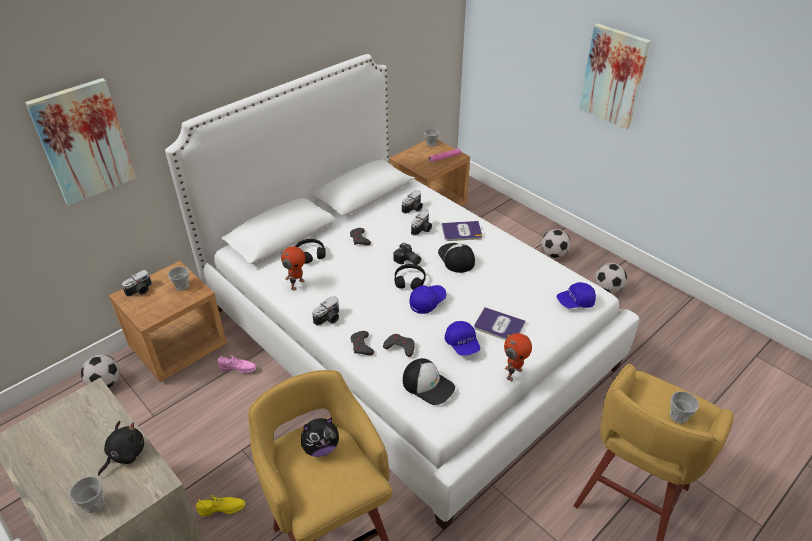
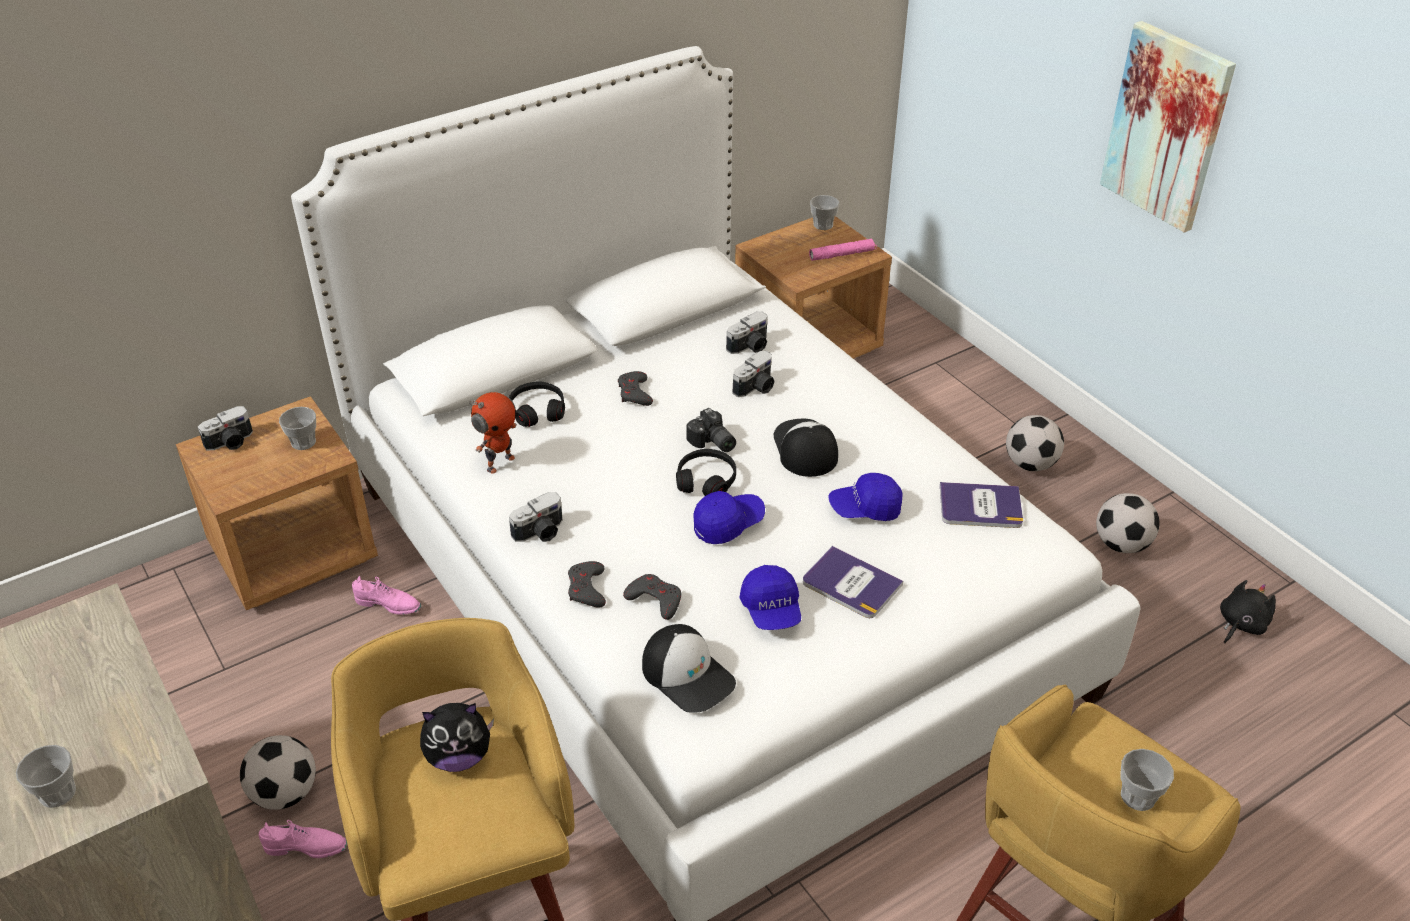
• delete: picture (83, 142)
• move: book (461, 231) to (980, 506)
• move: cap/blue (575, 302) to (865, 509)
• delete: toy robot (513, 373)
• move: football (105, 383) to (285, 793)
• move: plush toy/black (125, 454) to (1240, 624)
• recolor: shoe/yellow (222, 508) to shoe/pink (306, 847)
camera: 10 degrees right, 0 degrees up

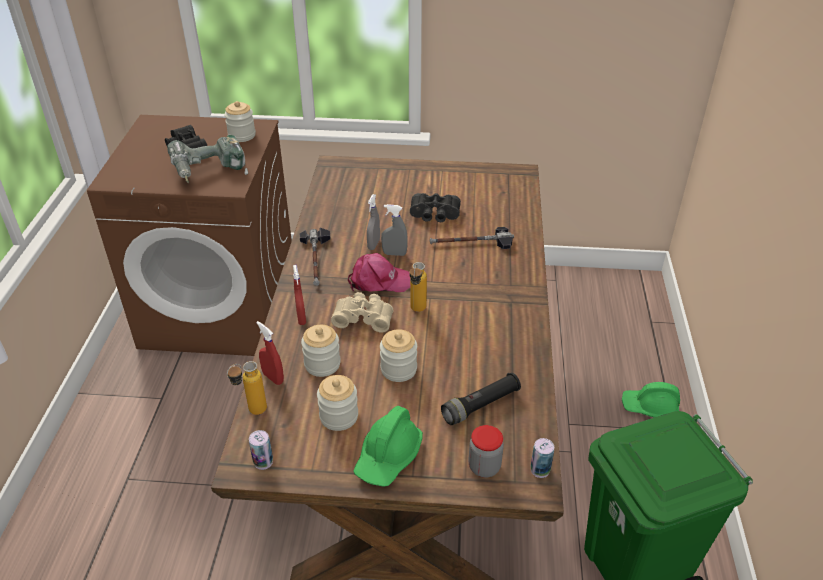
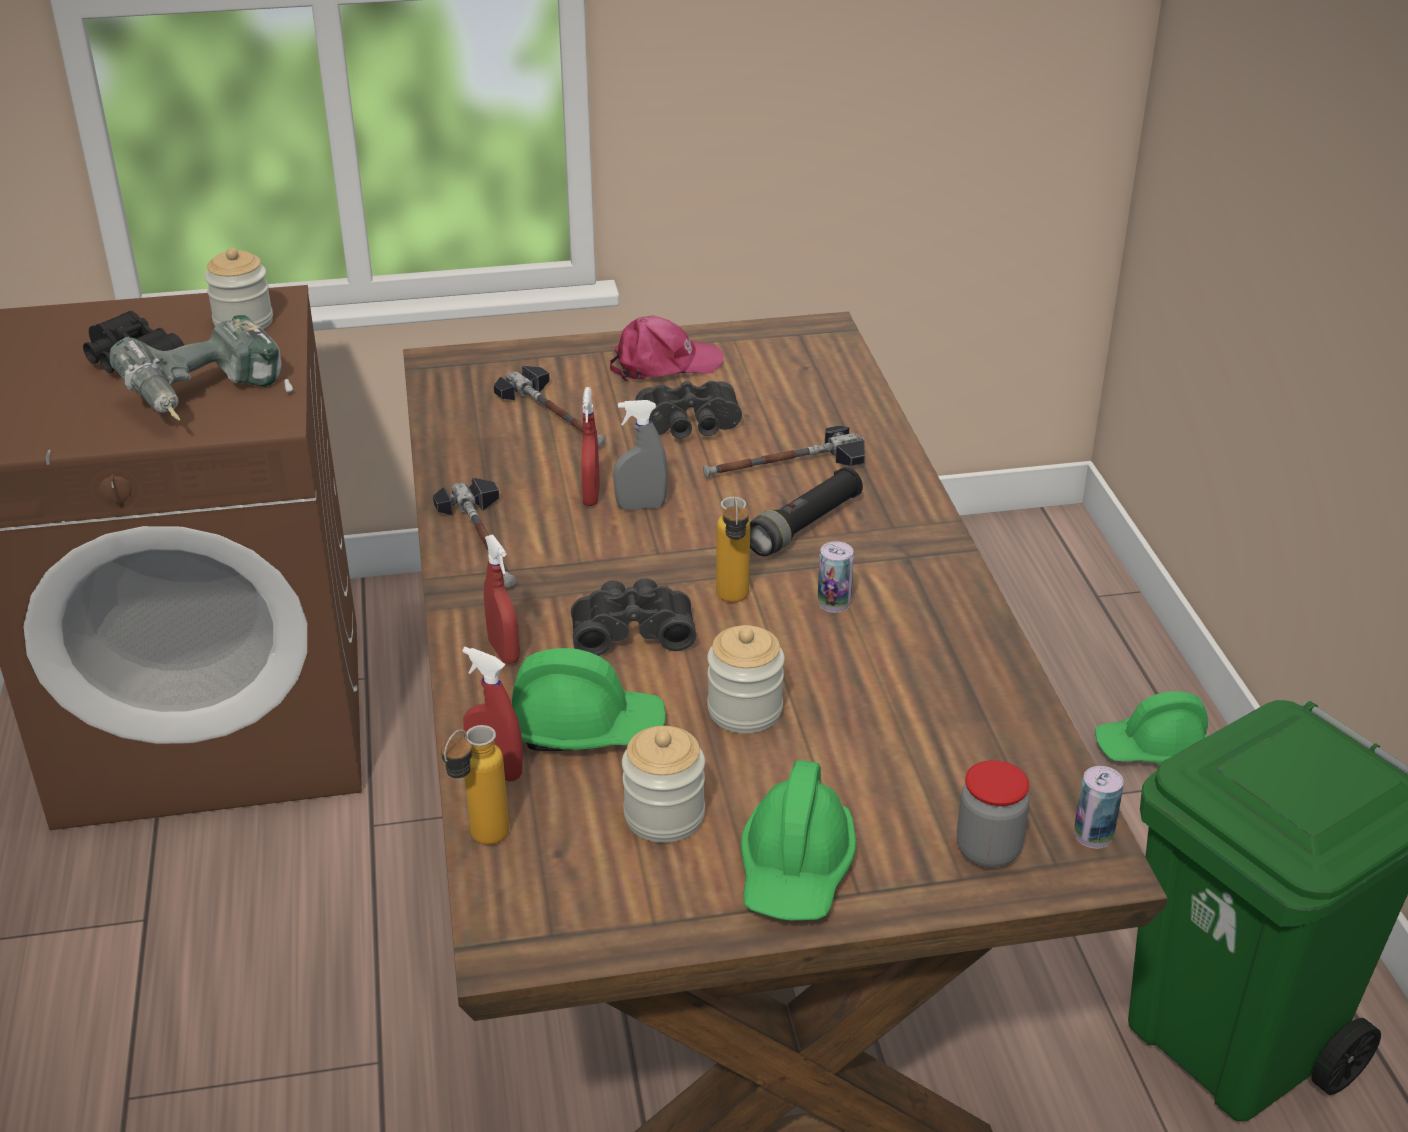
• recolor: spray bottle/grey (373, 244) to spray bottle/red (591, 496)
• move: cap/pink (379, 281) to (664, 364)
• recolor: binoculars/beige (364, 317) to binoculars/black (632, 630)
• replace: jar (322, 364) to hard hat/green (587, 728)
• move: flashlight/black (481, 405) to (804, 526)
• move: can (263, 462) to (834, 603)
• insert: hammer (556, 415)
camera: 15 degrees left, 5 degrees down

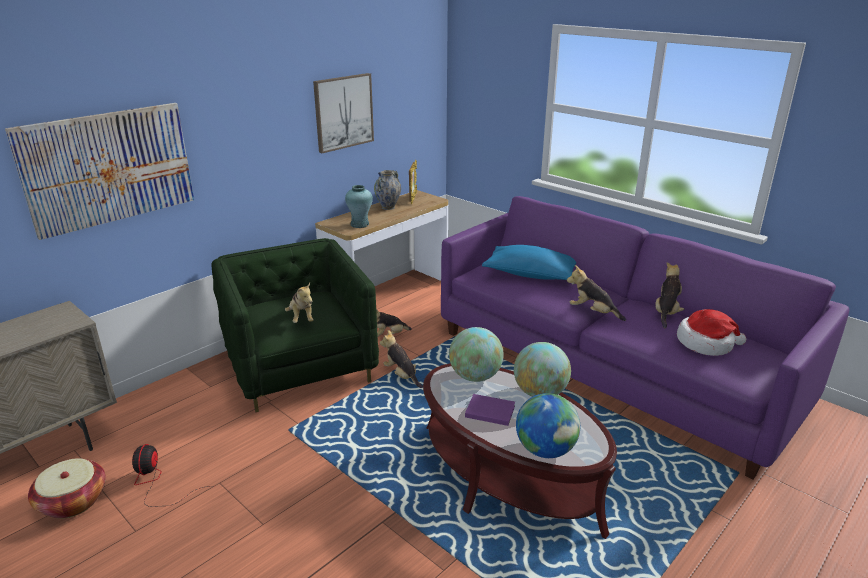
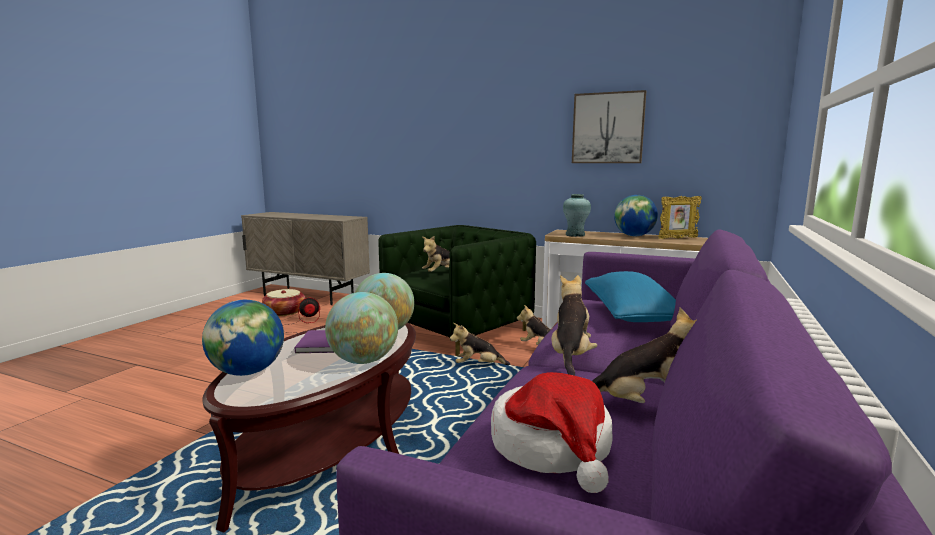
• delete: picture (109, 167)
• replace: vase (388, 207) to globe (634, 236)
• rotate: plush toy (401, 375) = (478, 366) 120 degrees counterclockwise
camera: 70 degrees right, 15 degrees down

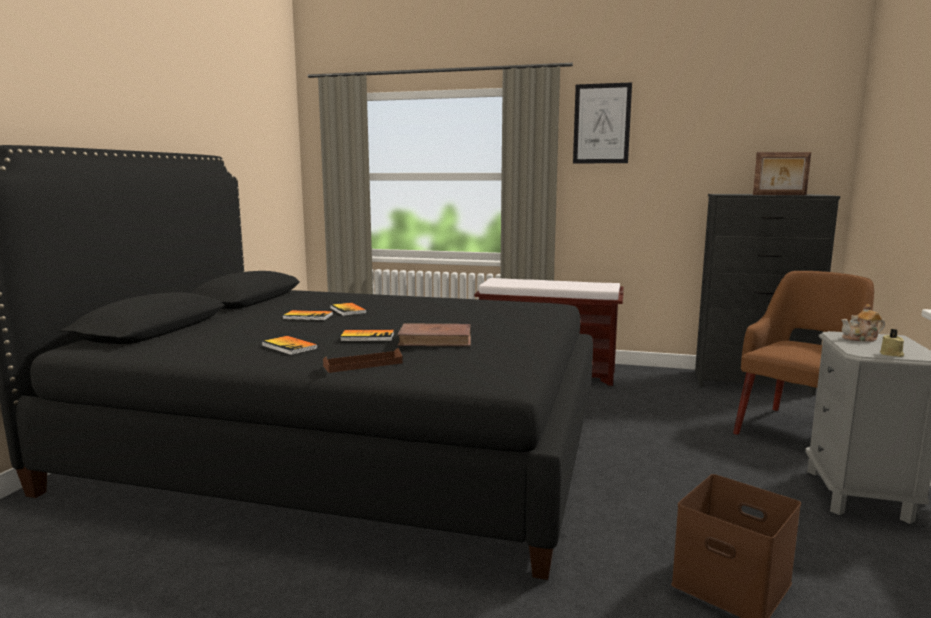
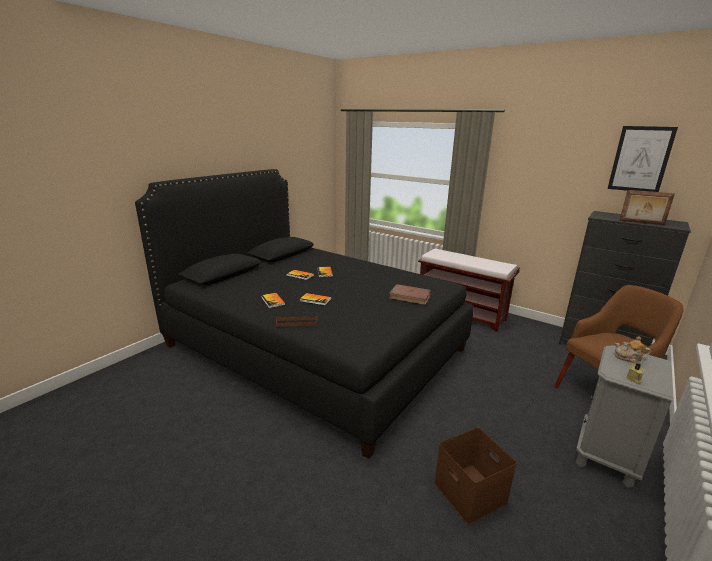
• move: picture (601, 124) to (640, 159)
• move: book/brown (436, 340) to (410, 296)
camera: 20 degrees right, 10 degrees up

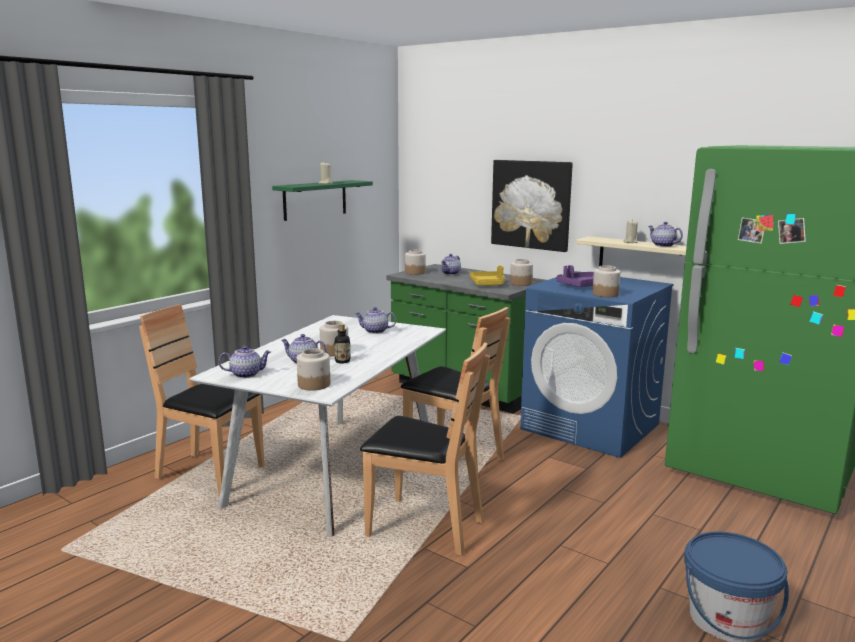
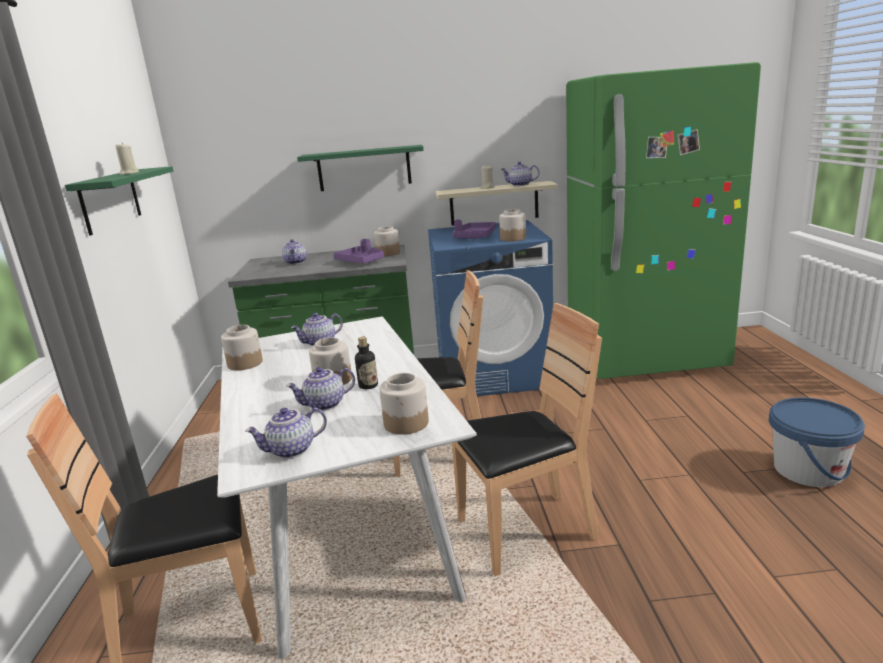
• replace: picture (531, 204) to shelf/green (364, 168)
• move: jar (415, 272) to (245, 363)
• recolor: tray/yellow (488, 284) to tray/purple (361, 261)
• rotate: teapot (246, 374) = (291, 451) 150 degrees counterclockwise
camera: 40 degrees left, 5 degrees up

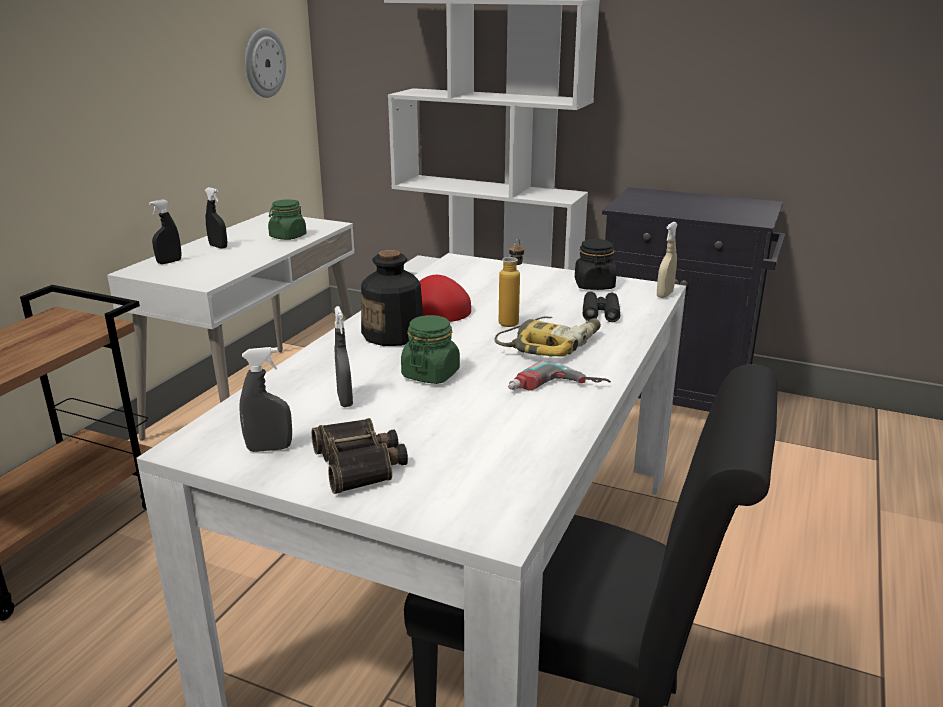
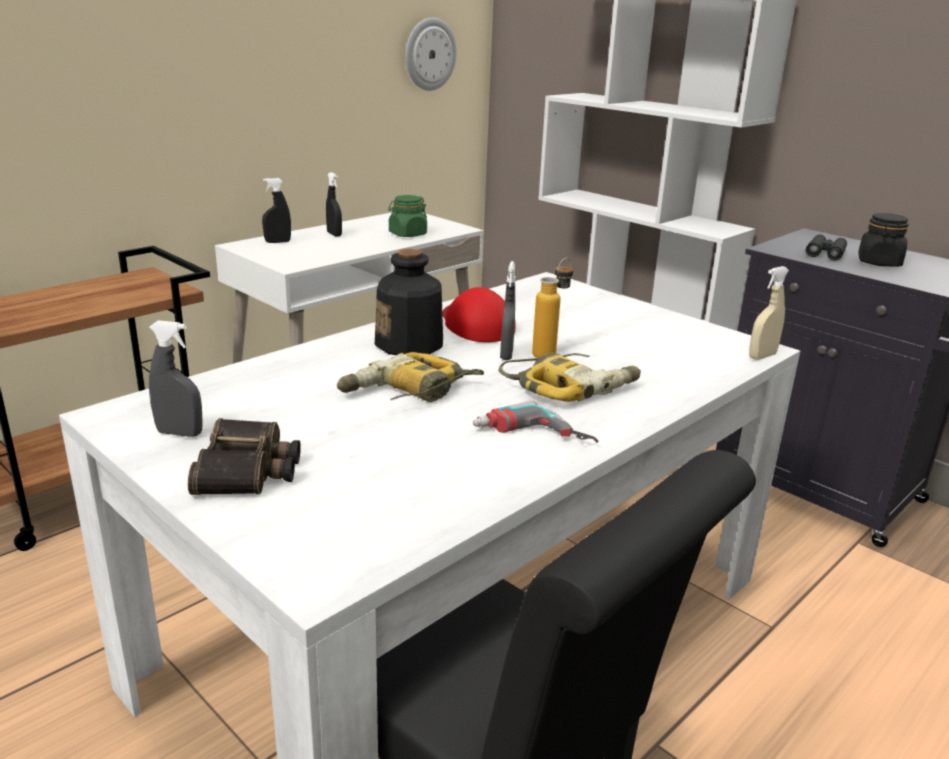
• move: jar/black (594, 285) to (879, 262)
• move: binoculars/black (600, 312) to (825, 253)
• move: spray bottle/grey (345, 400) to (506, 354)
• replace: jar/green (431, 374) to power drill (409, 392)
camera: 20 degrees right, 0 degrees up

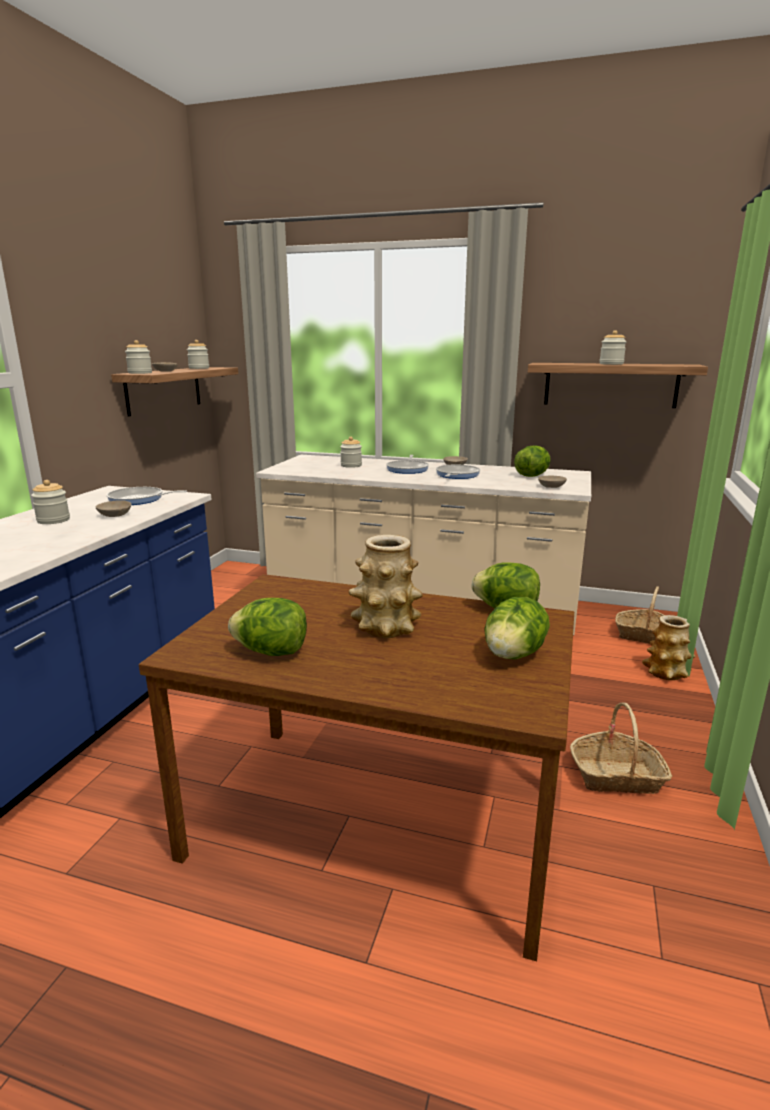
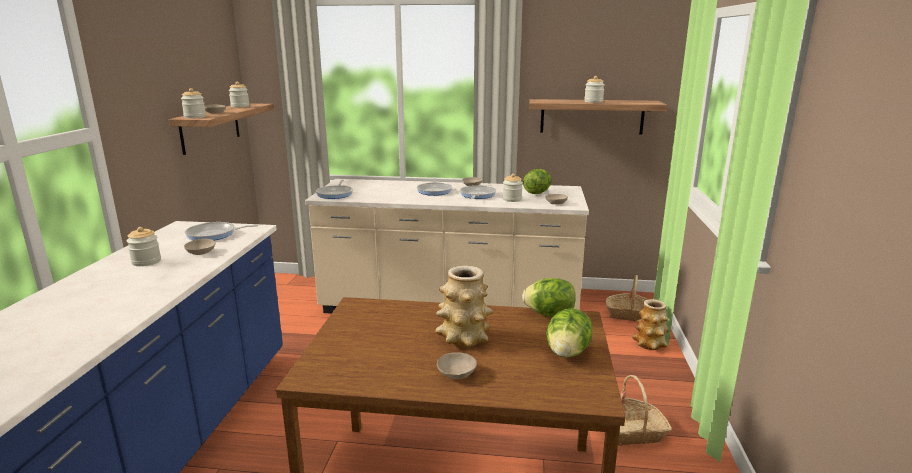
• move: jar (351, 465) to (512, 199)
• delete: lettuce (271, 652)
• insert: frying pan (335, 194)
• insert: bowl/beige (457, 373)
camera: 10 degrees left, 0 degrees up

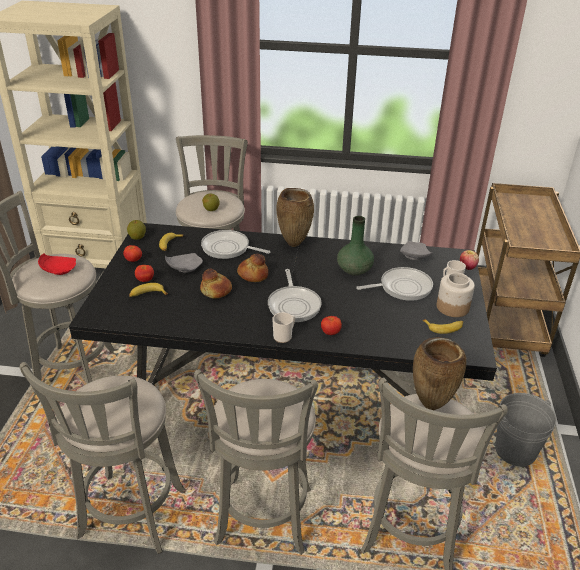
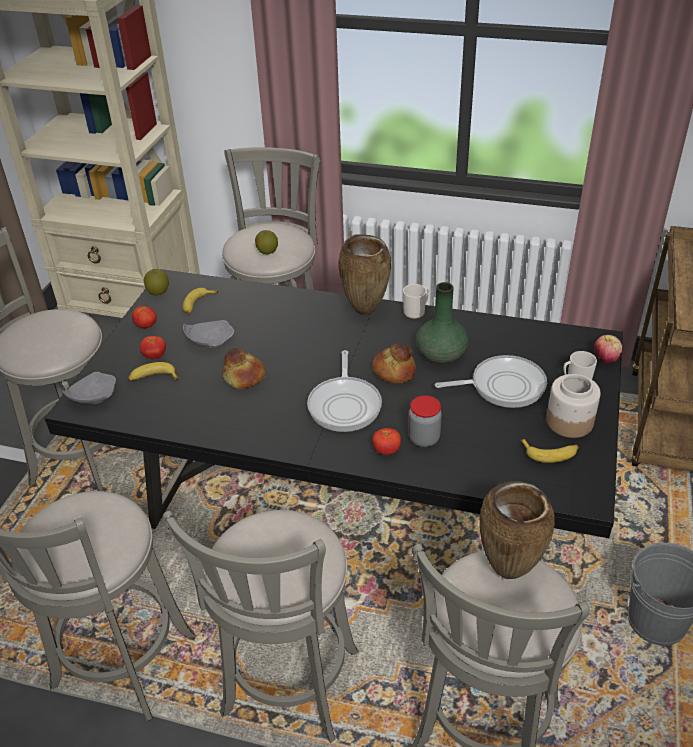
• delete: frying pan (228, 248)
• move: plate/grey (414, 256) to (92, 397)
• delete: plate/red (58, 270)
• move: bread (253, 275) to (394, 371)
• move: mug (284, 336) to (416, 311)
• insert: jar (424, 438)
camera: 10 degrees right, 5 degrees up

